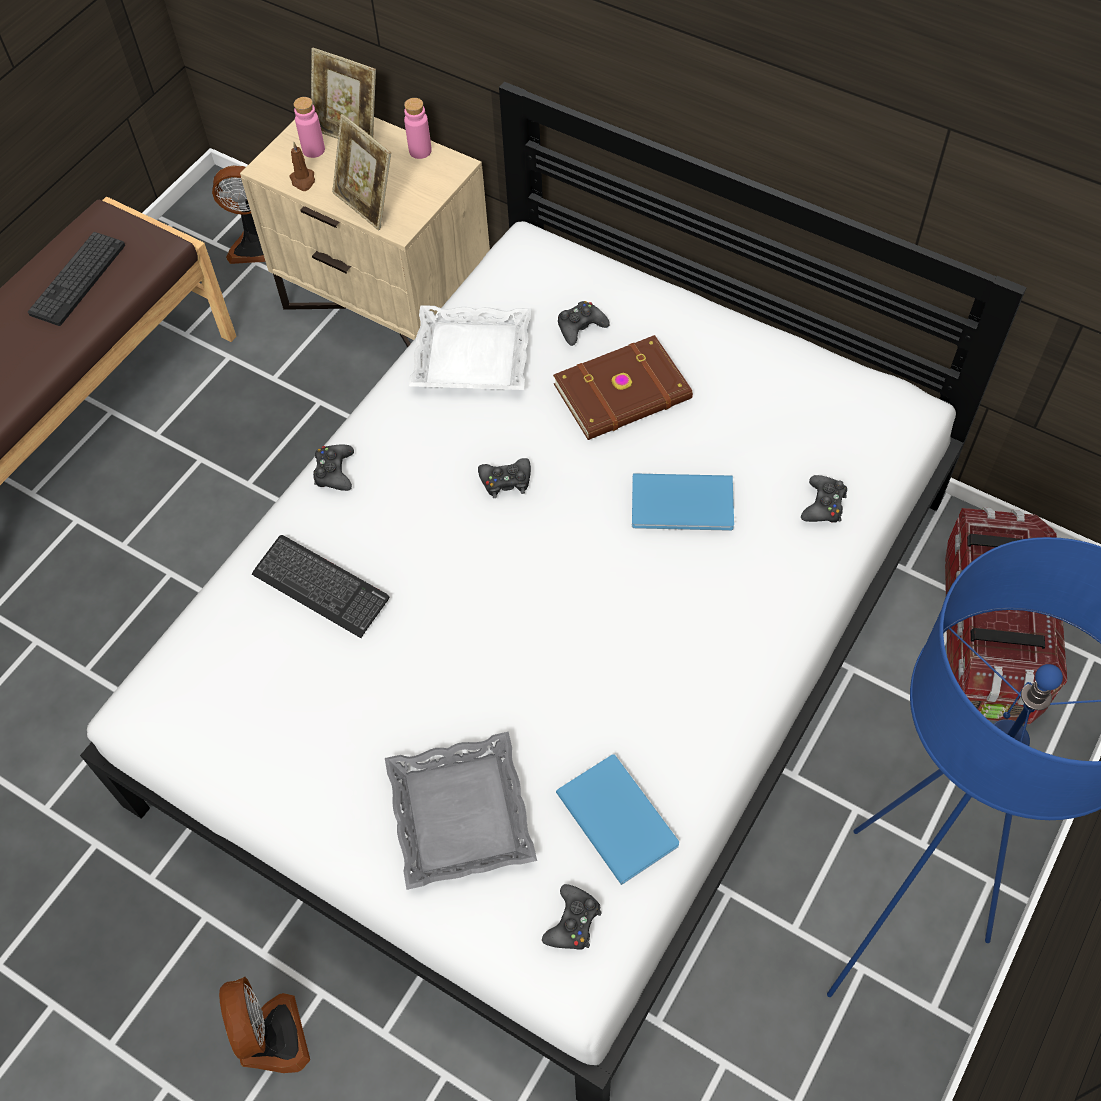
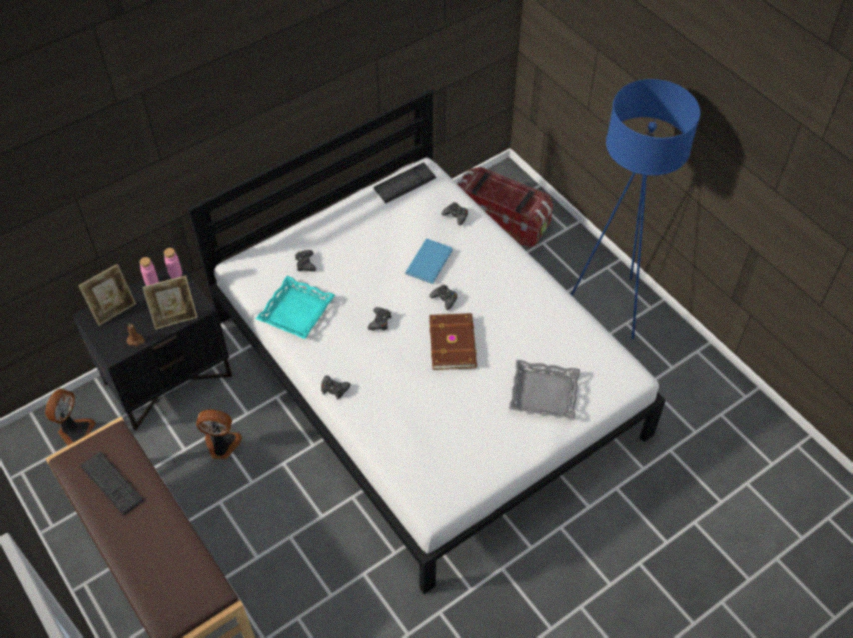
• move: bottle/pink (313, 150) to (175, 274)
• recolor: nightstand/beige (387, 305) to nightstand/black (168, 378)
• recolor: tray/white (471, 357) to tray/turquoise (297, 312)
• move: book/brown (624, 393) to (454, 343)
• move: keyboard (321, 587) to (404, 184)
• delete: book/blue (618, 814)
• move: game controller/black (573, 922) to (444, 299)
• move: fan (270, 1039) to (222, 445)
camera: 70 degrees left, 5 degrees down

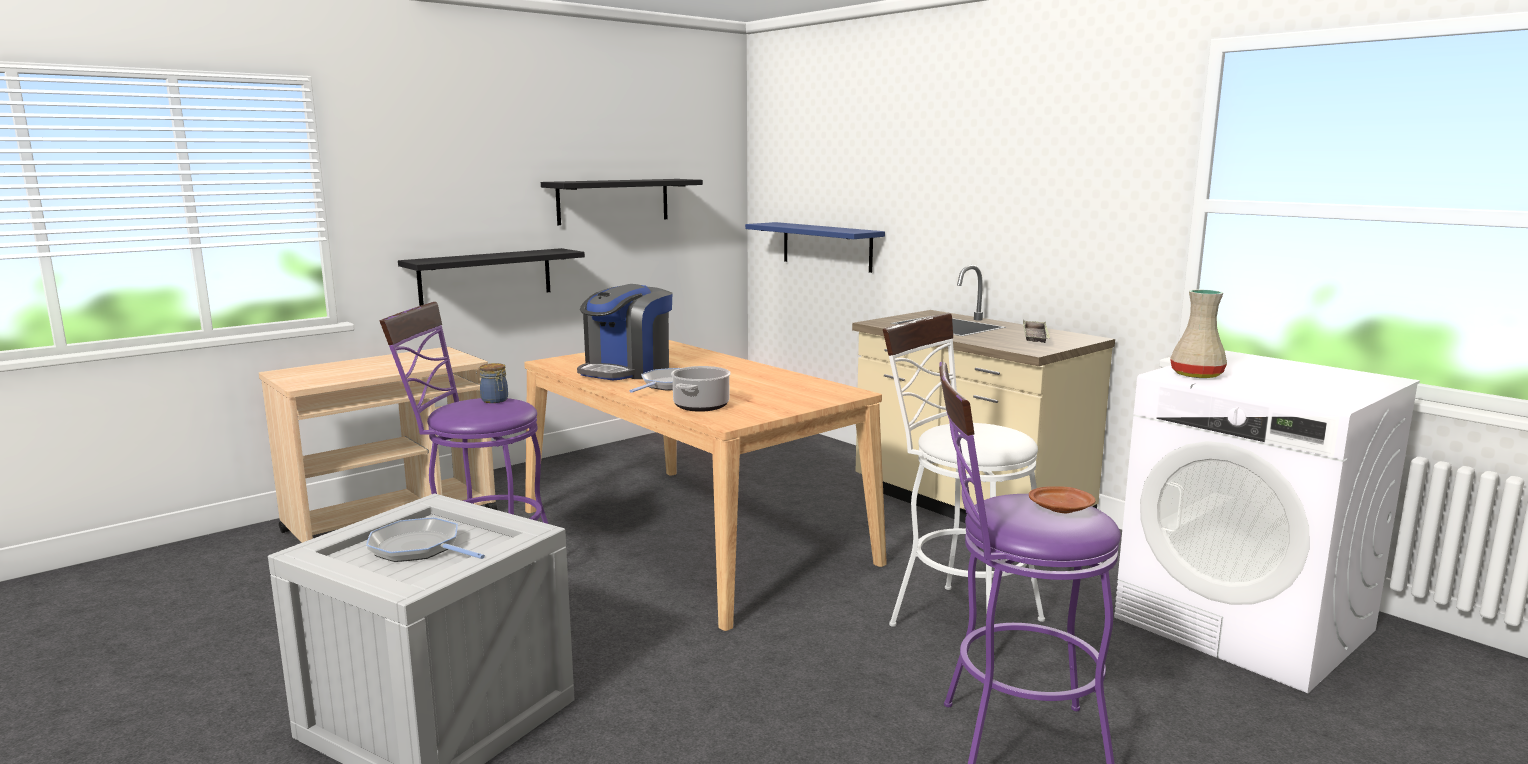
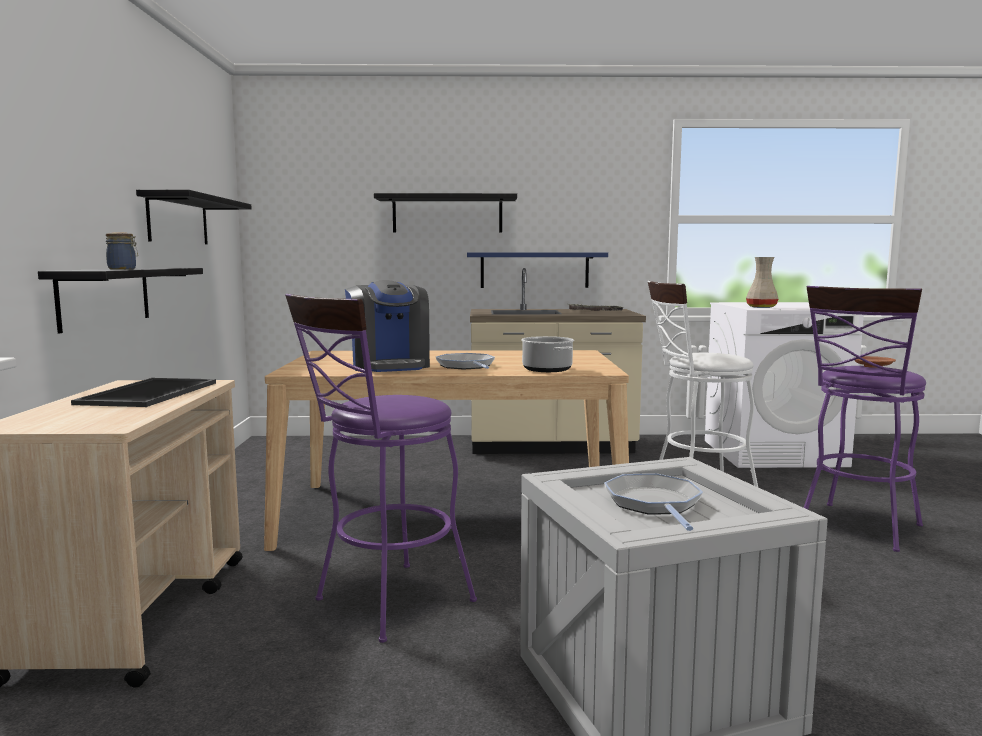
• move: shelf/blue (826, 246) to (534, 270)
• move: jar (495, 400) to (123, 269)
• rotate: frying pan (419, 548) = (654, 504) 105 degrees clockwise
• insert: shelf/black (447, 214)
• insert: tray (150, 393)
camera: 50 degrees left, 5 degrees down

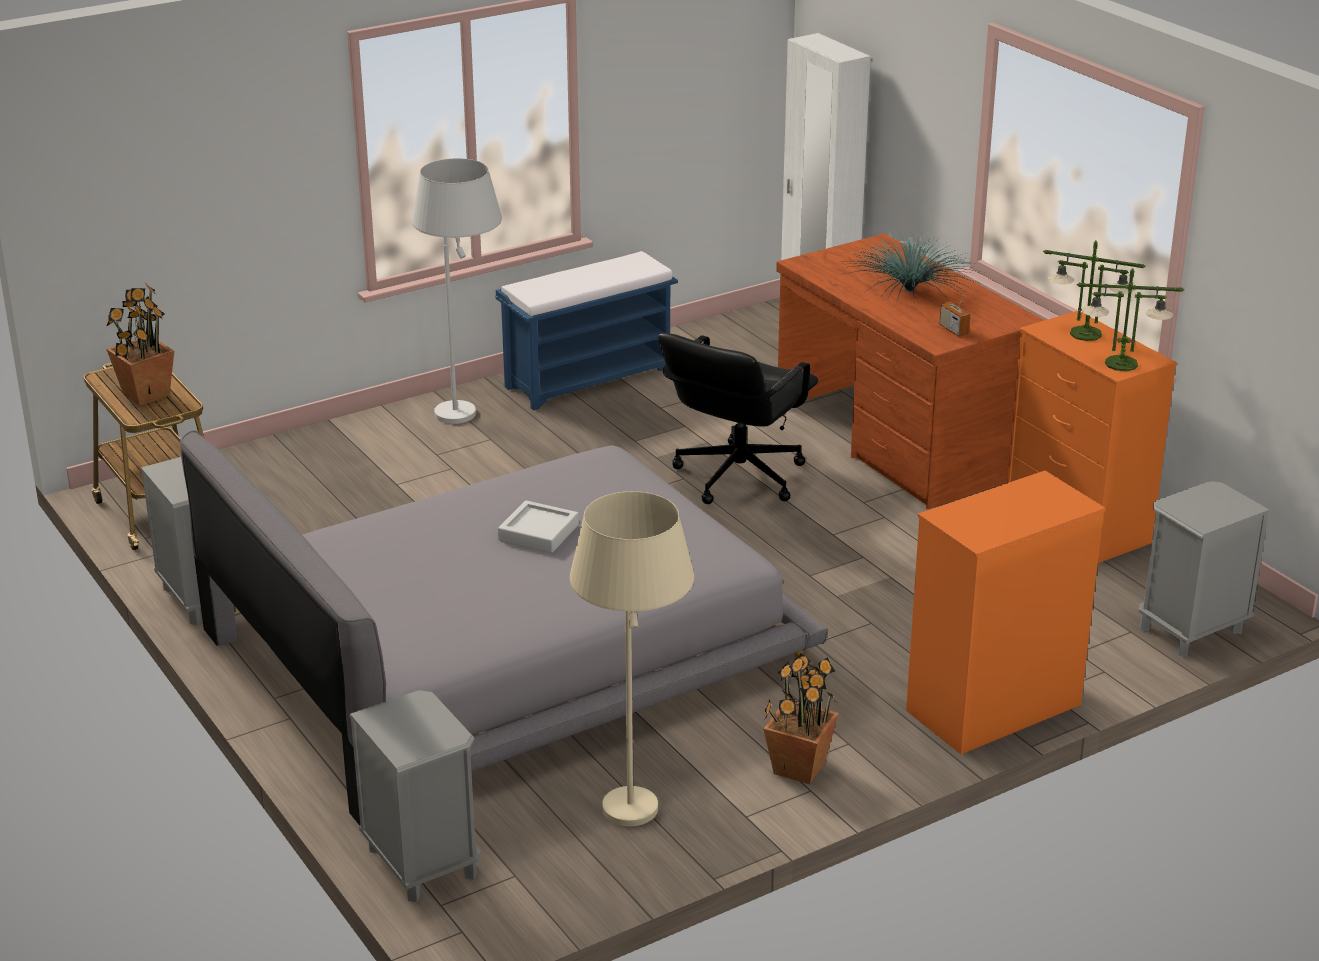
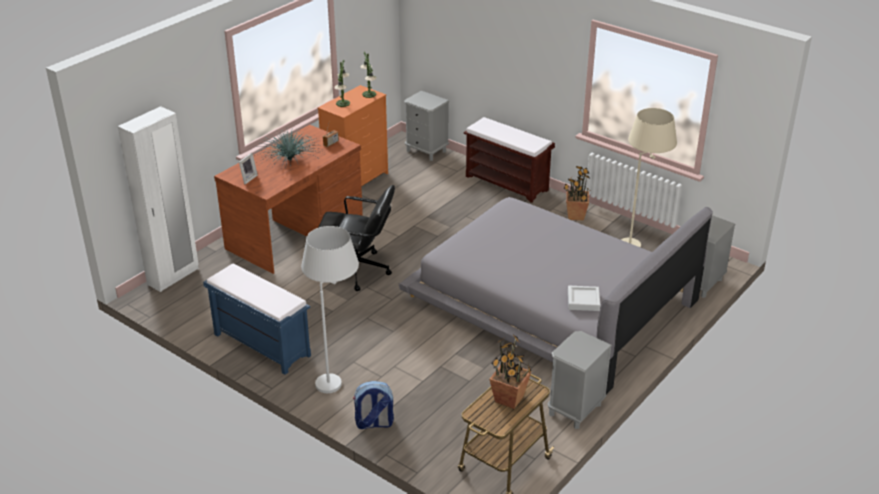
• replace: dresser/orange (992, 708) to bench/brown (507, 183)
• move: tray/grey (538, 532) to (583, 301)
• insert: picture frame (247, 178)
• insert: backpack (374, 423)
camera: 110 degrees left, 5 degrees up

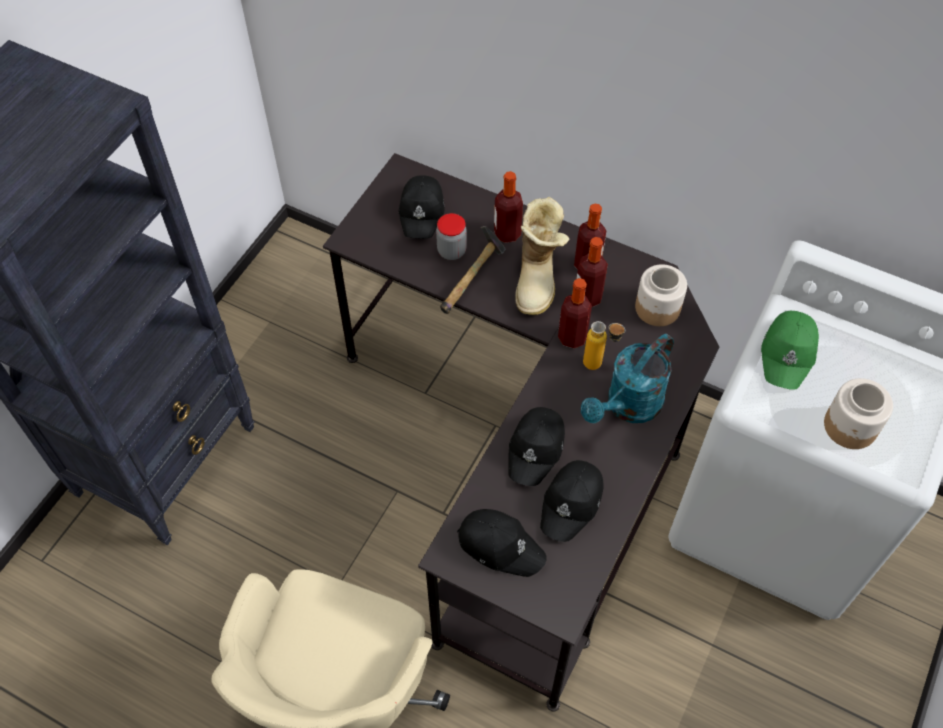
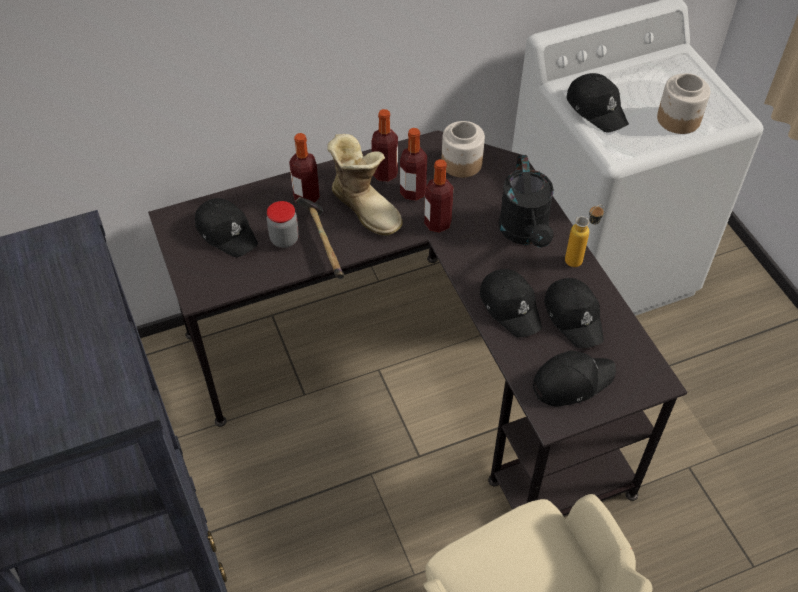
• recolor: cap/green (788, 353) to cap/black (597, 108)
• move: bottle (600, 365) to (579, 258)
• recolor: watering can/turquoise (628, 407) to watering can/black (525, 233)
camera: 50 degrees left, 5 degrees down

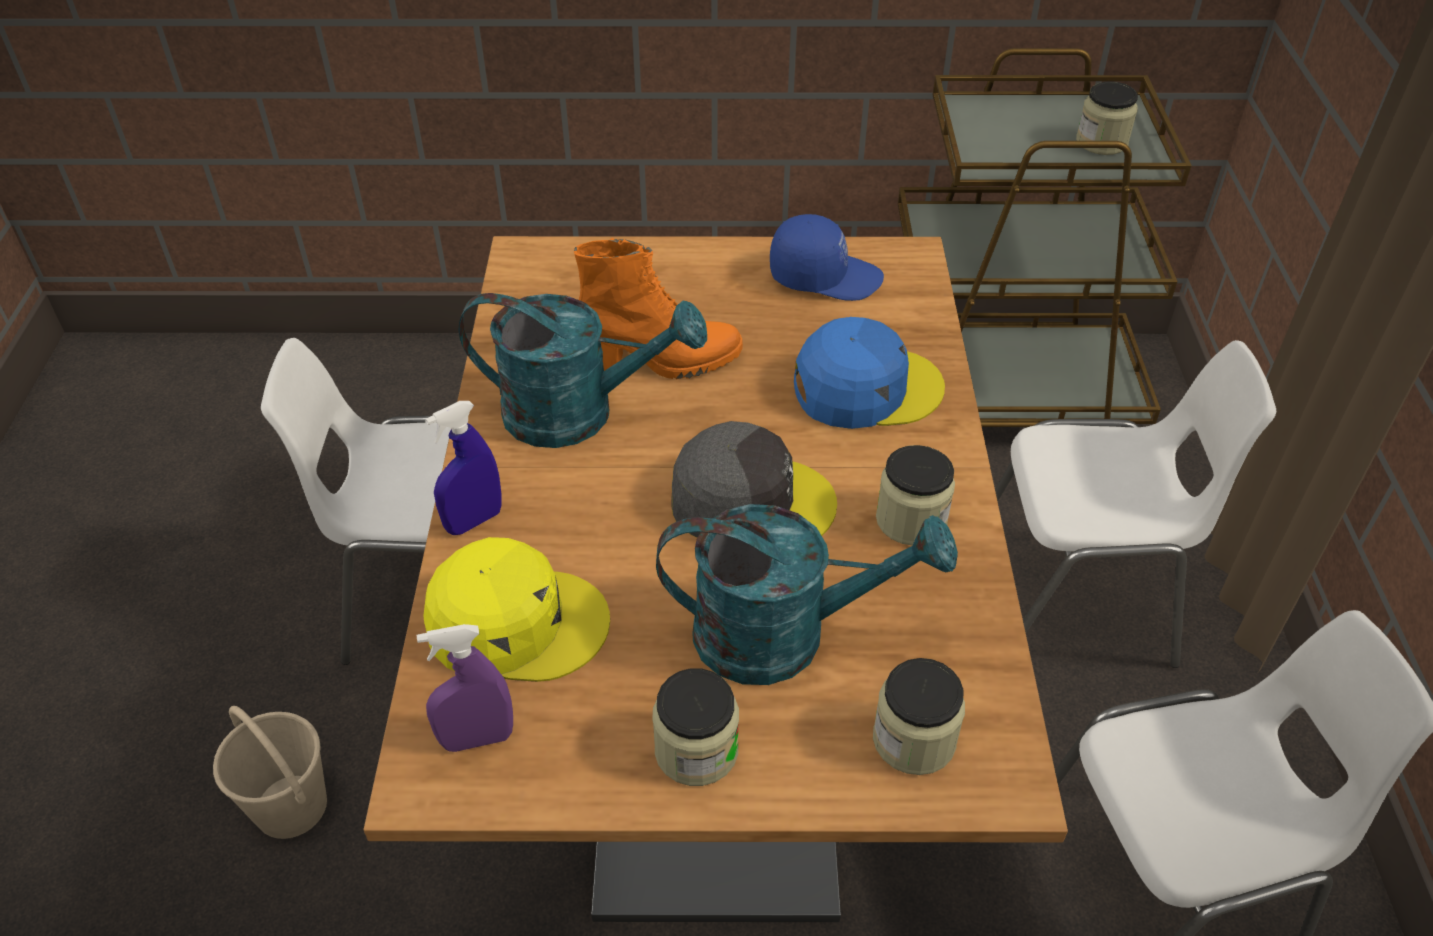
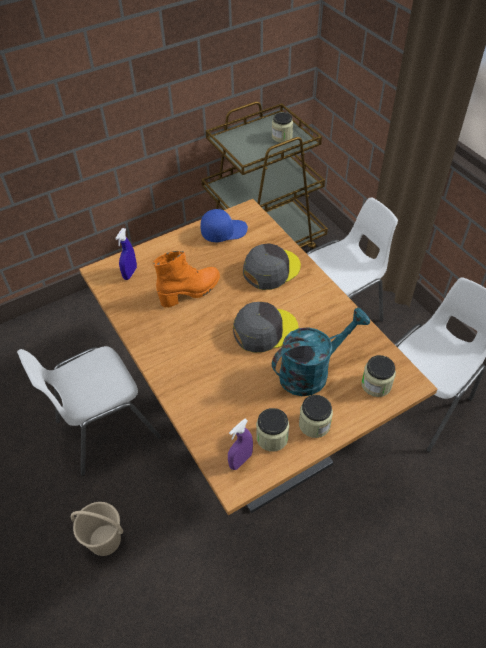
• delete: watering can/turquoise (579, 413)
• recolor: cap/blue (865, 387) to cap/grey (271, 269)
• move: spray bottle/blue (474, 521) to (130, 273)
• move: jar (911, 520) to (272, 437)
• delete: cap/yellow (516, 622)
camera: 30 degrees left, 5 degrees up

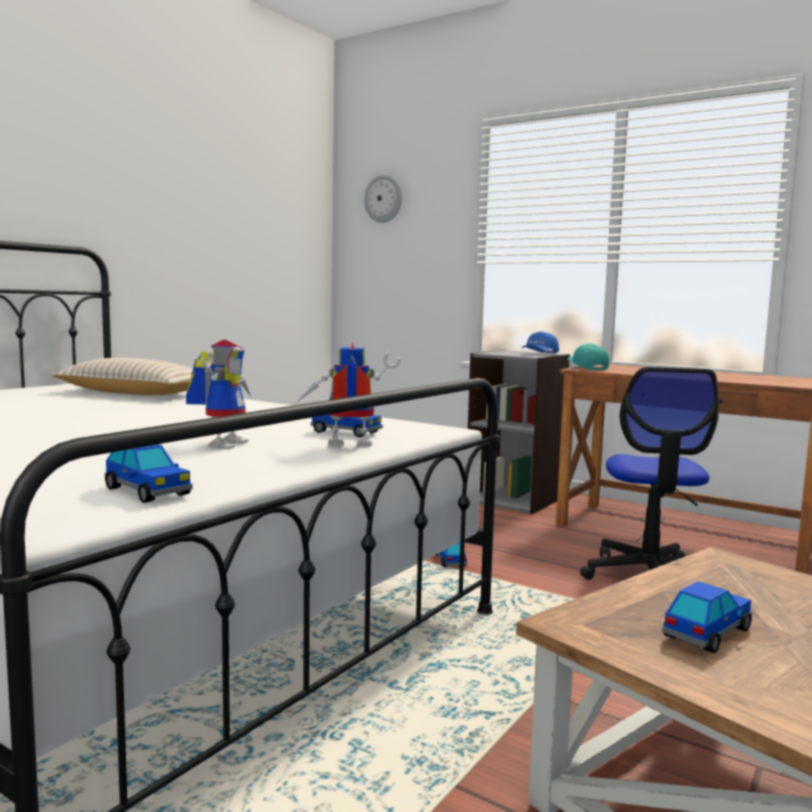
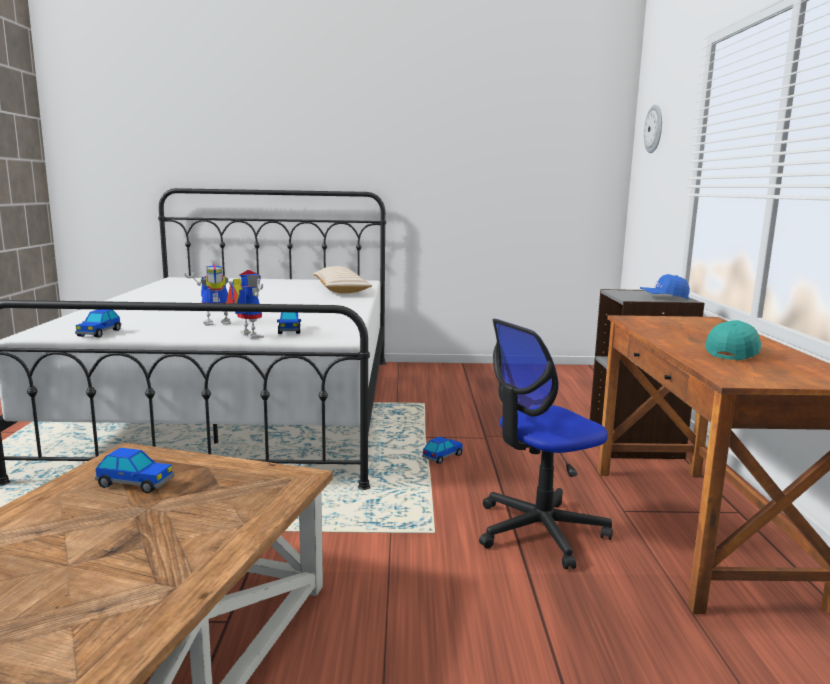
• move: cap/turquoise (587, 368) to (733, 353)
camera: 55 degrees right, 5 degrees up

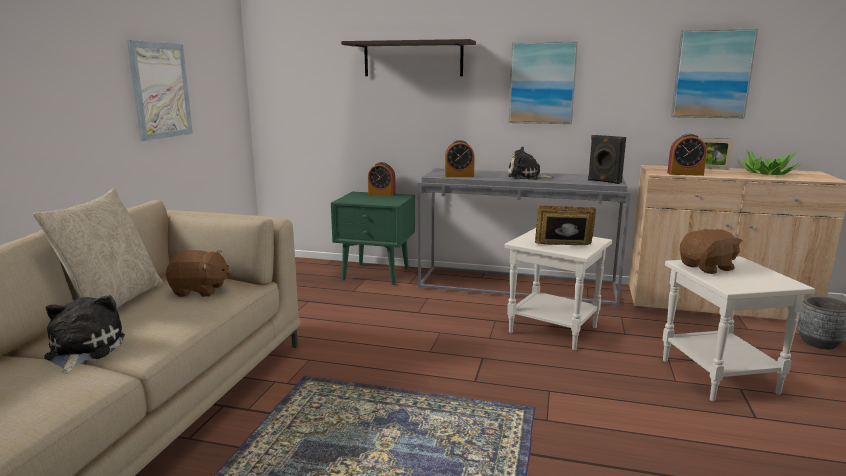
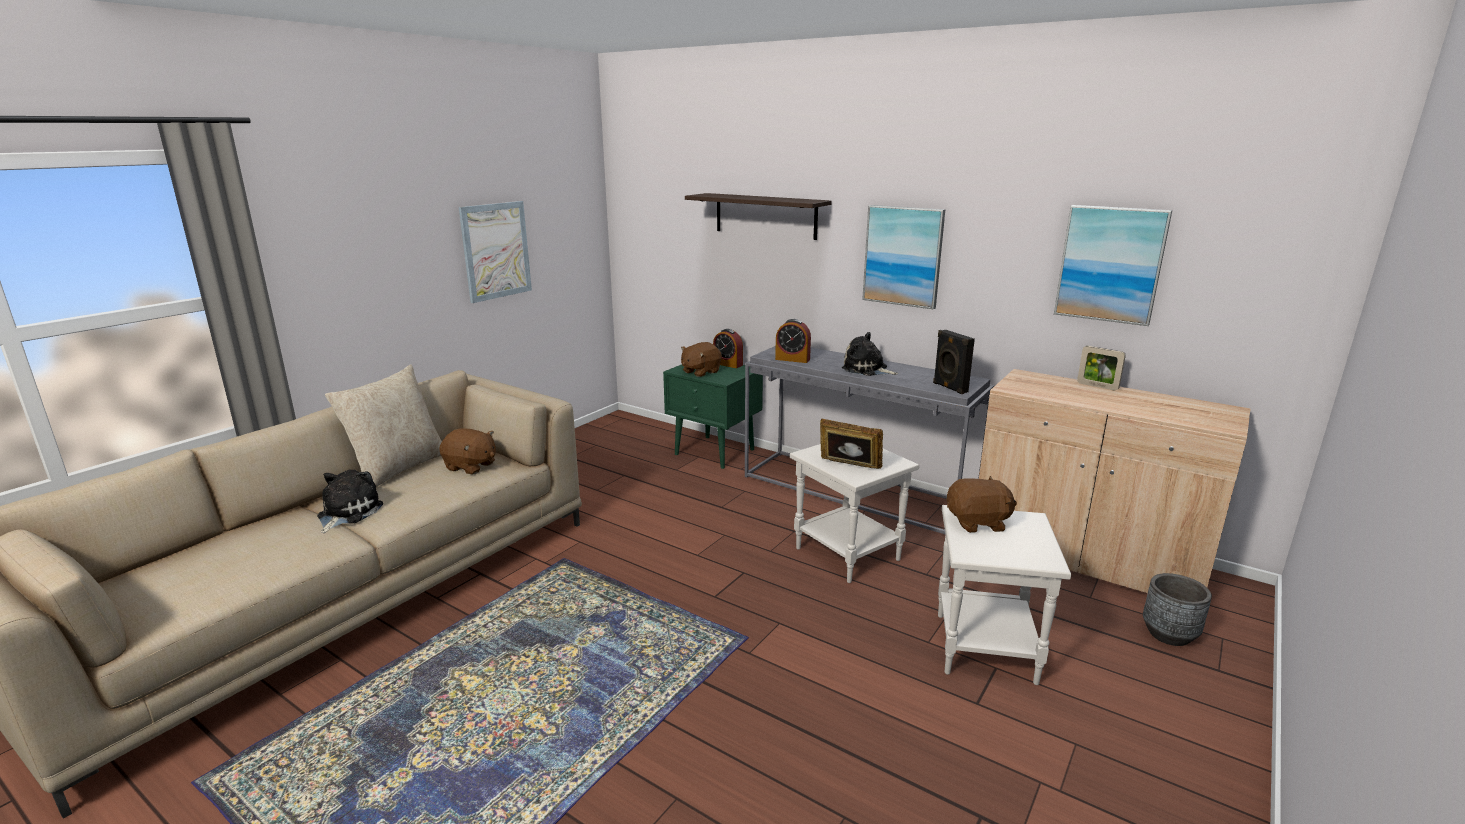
• delete: alarm clock (685, 174)
• delete: potted plant (766, 173)
• insert: plush toy/brown (700, 372)
camera: 20 degrees right, 5 degrees up

